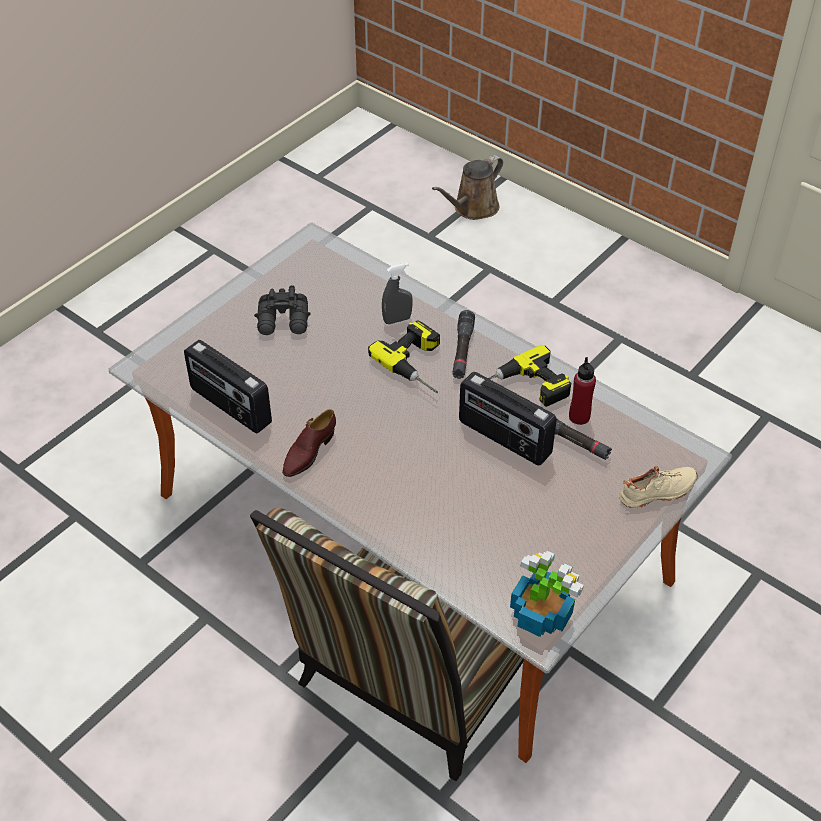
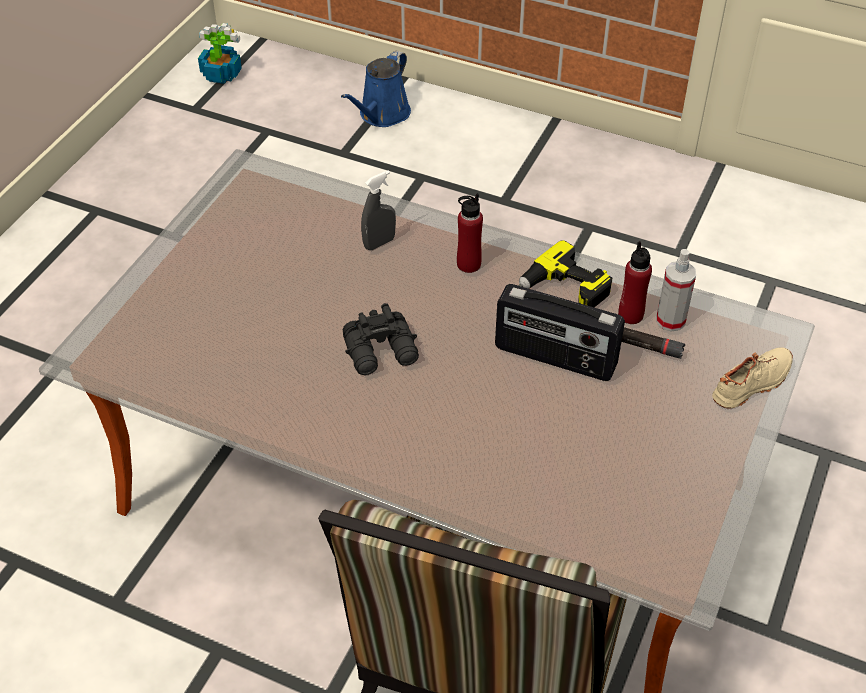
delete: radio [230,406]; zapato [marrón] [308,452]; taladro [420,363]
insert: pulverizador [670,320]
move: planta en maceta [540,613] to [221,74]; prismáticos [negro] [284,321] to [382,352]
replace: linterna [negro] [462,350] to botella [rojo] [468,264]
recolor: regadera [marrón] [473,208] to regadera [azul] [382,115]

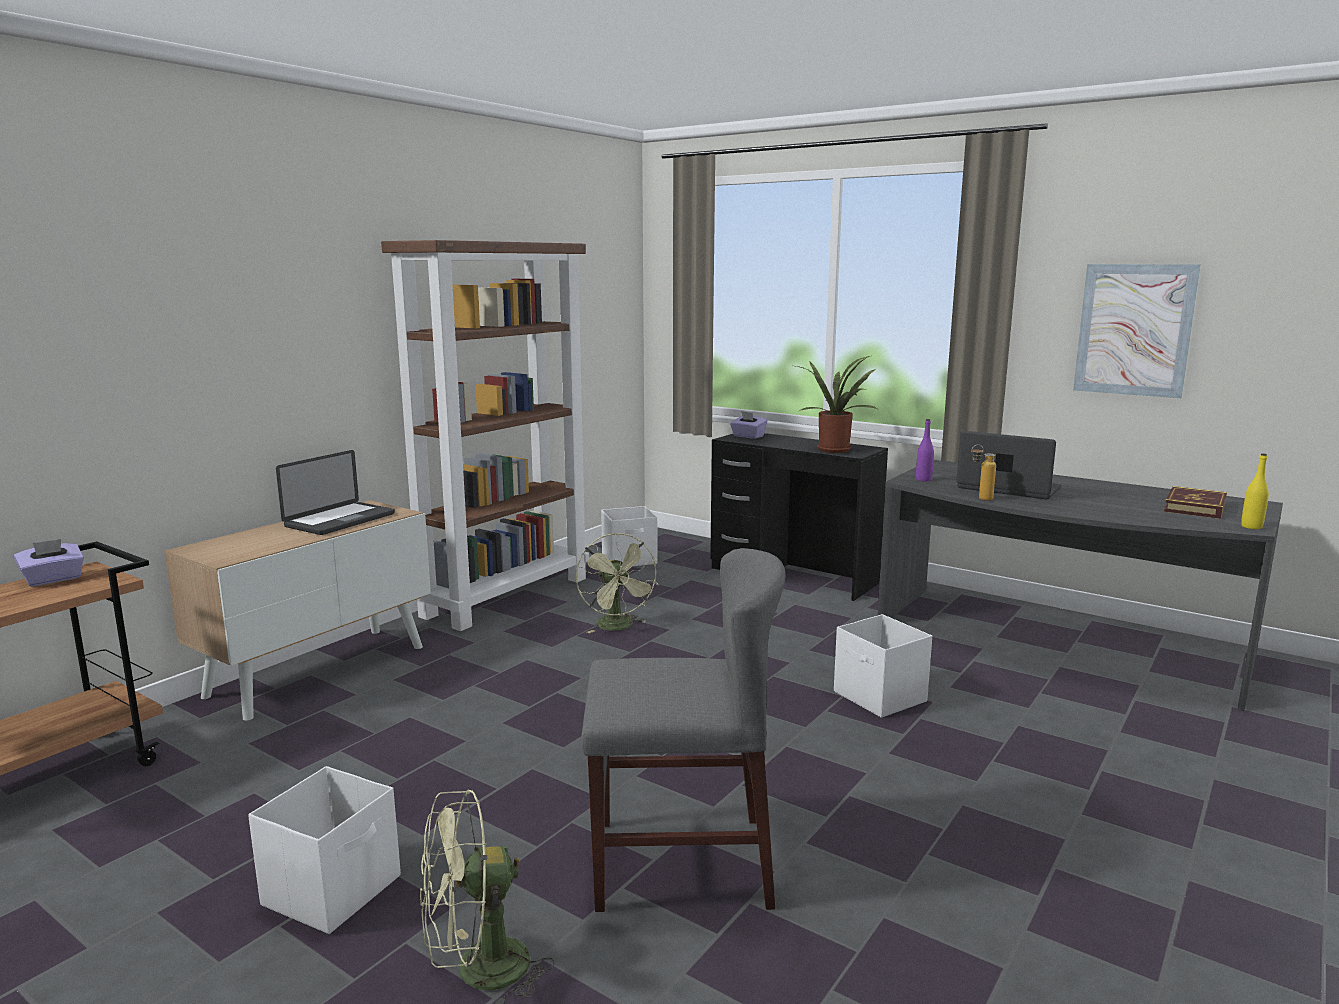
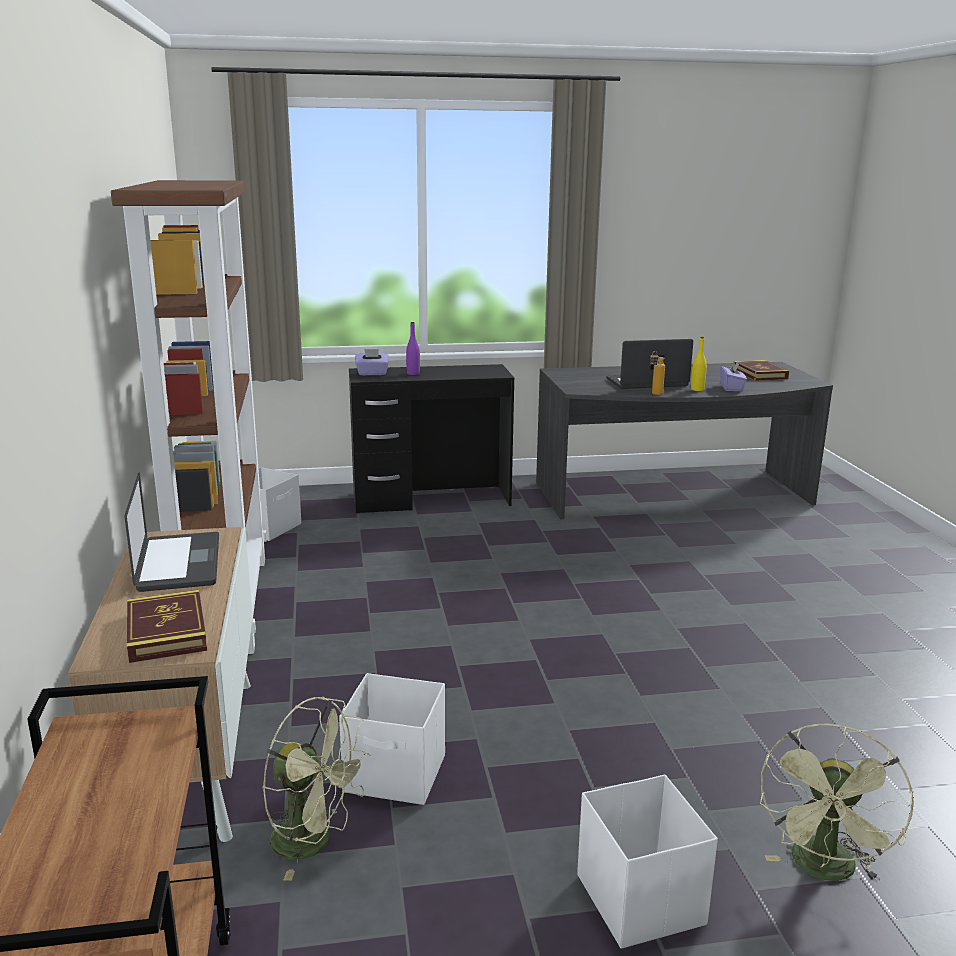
delete: silla [gris] [681,862]; planta en maceta [835,449]; cuadro [1134,330]
insert: libro [166,631]
move: ventilador [verde] [618,627] to [314,842]; caja de almacenaje [blanco] [880,697] to [396,775]; botella [morado] [923,479] to [413,373]; botella [amarillo] [1251,527] to [697,389]; caja de pañuelos [morado] [53,579] to [731,388]

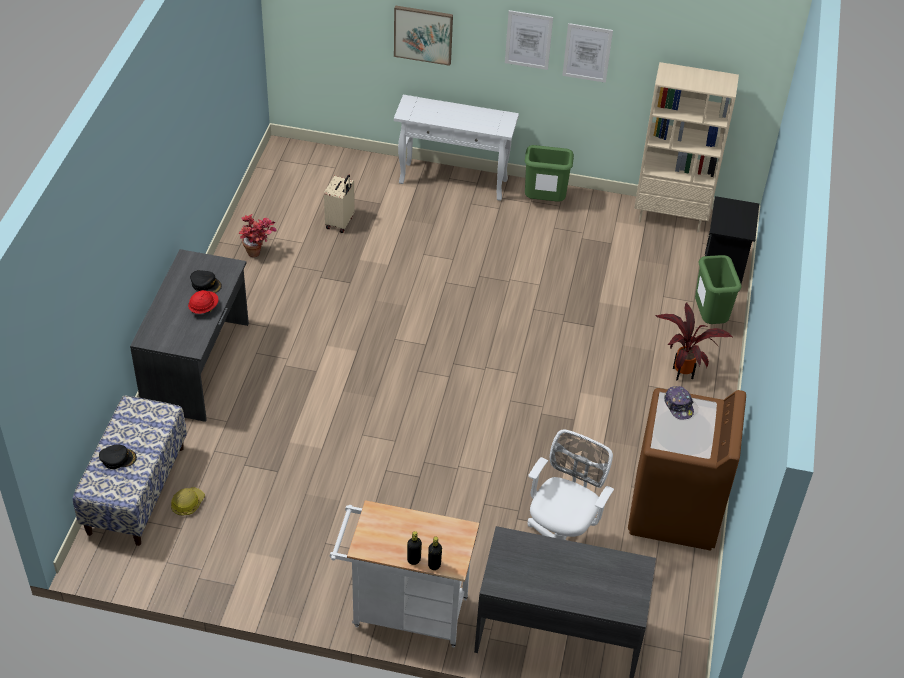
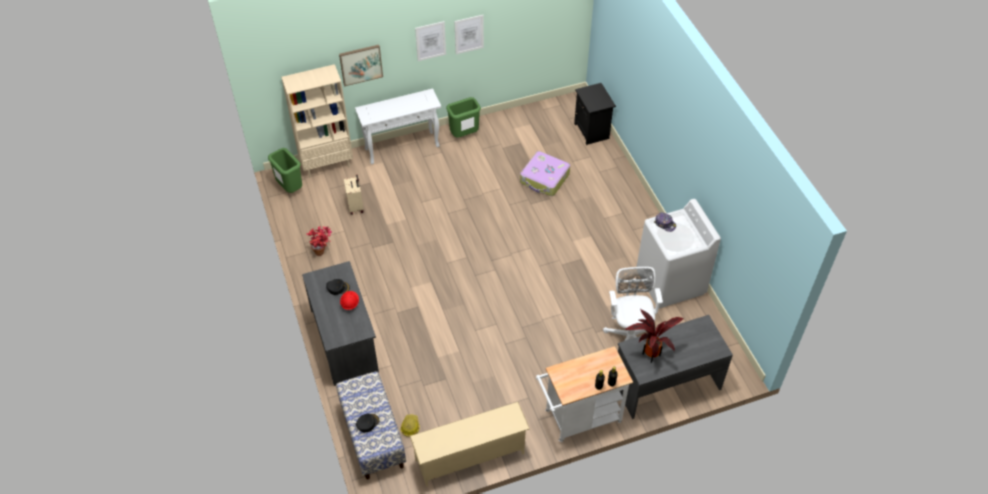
insert: zapatero [beis] [470,457]; maleta [544,179]
move: papelera [verde] [708,318] to [290,188]; estantería [beis] [671,217] to [327,165]; planta en maceta [683,371] to [650,353]
recolor: lavadora [marrón] [675,511] to lavadora [blanco] [670,282]

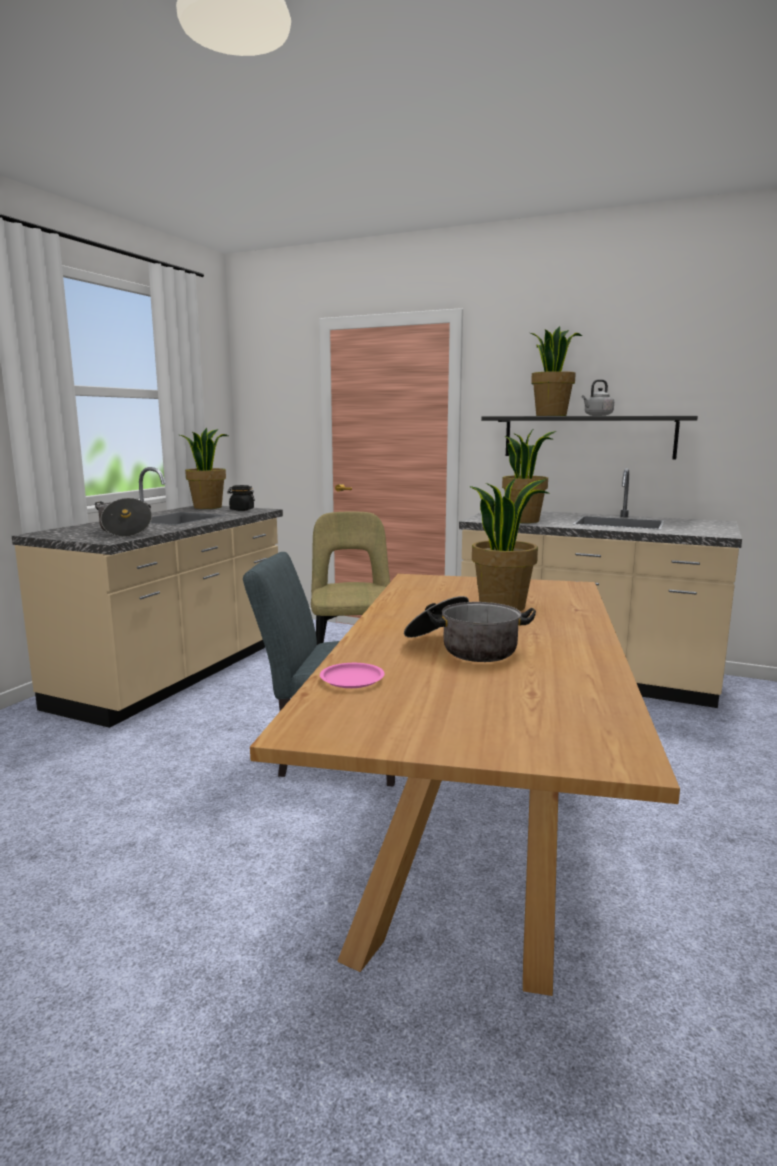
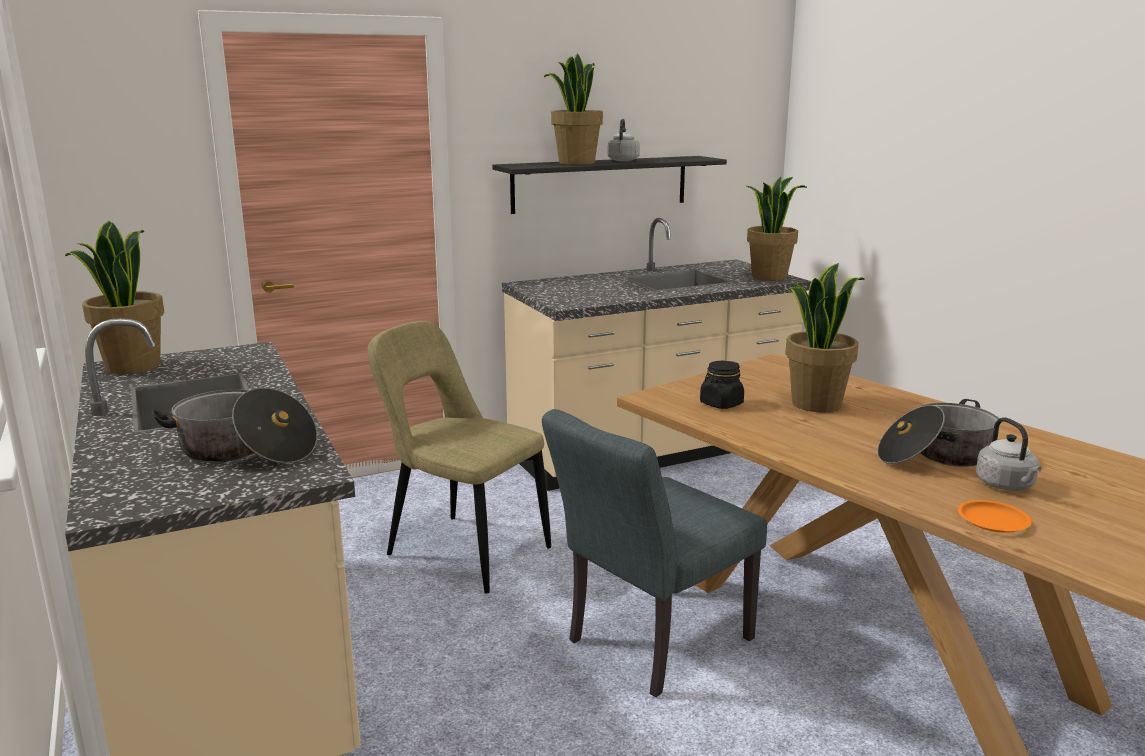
insert: hervidor [gris] [1006,486]
move: tarro [negro] [241,510] to [721,404]; planta en maceta [523,520] to [769,277]
recolor: plato [rosa] [352,679] to plato [naranja] [993,520]

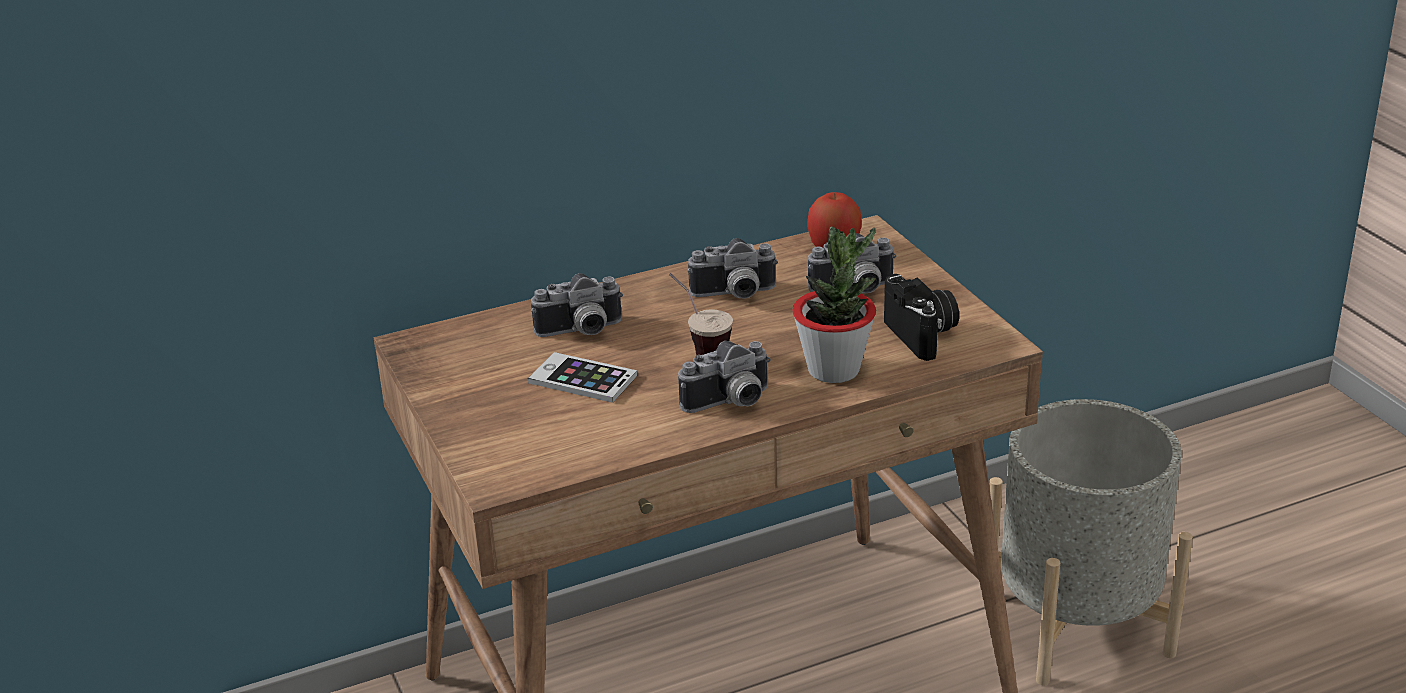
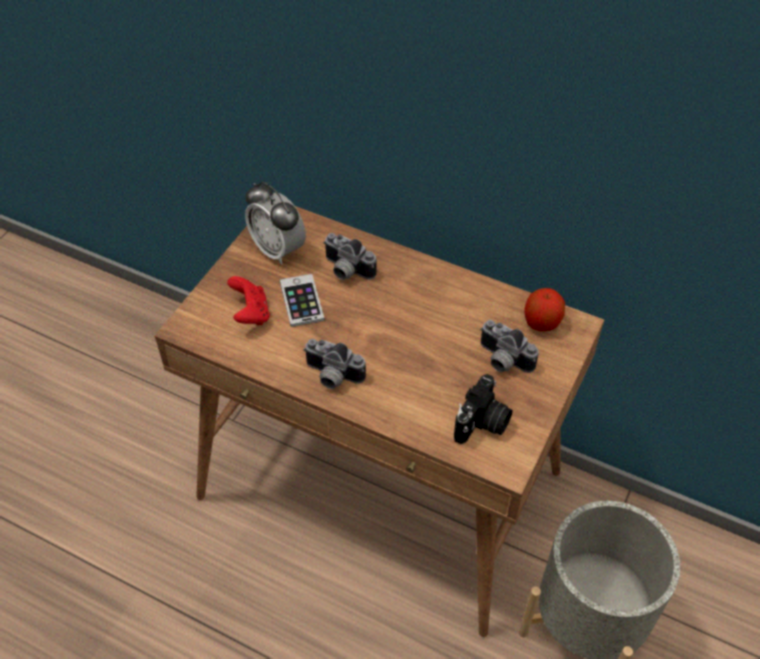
delete: taza [699,351]; cámara [734,295]; planta en maceta [834,370]
insert: mando de consola [rojo] [251,314]; despertador [278,250]

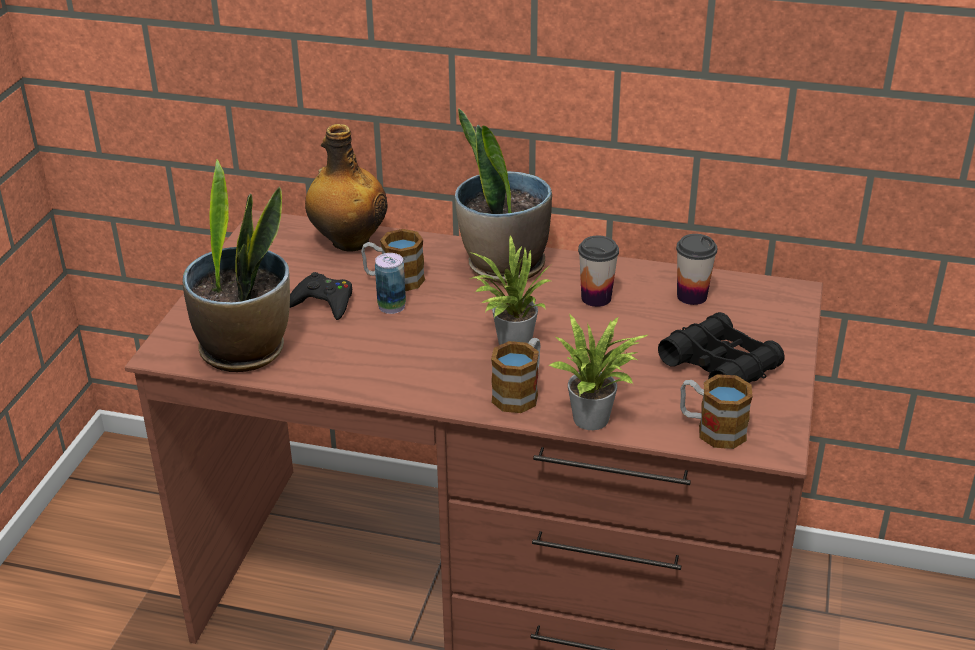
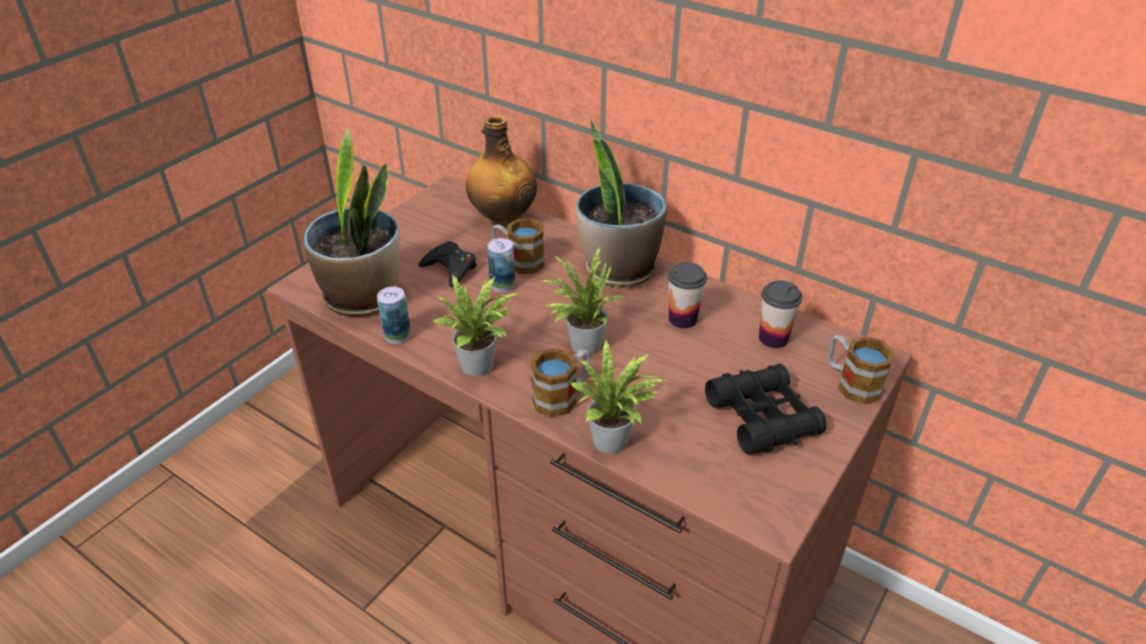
insert: lata [397,335]; planta en maceta [481,365]
move: taza grande [711,429] to [851,383]

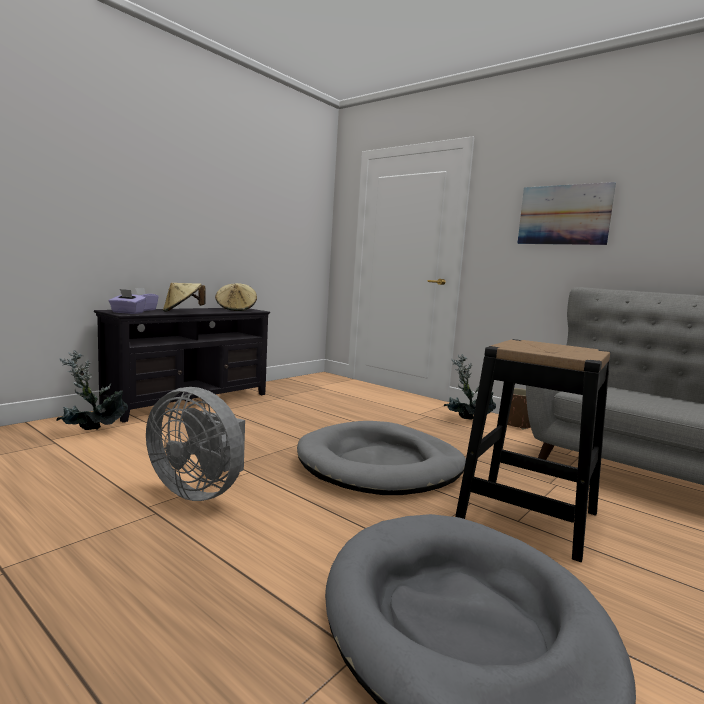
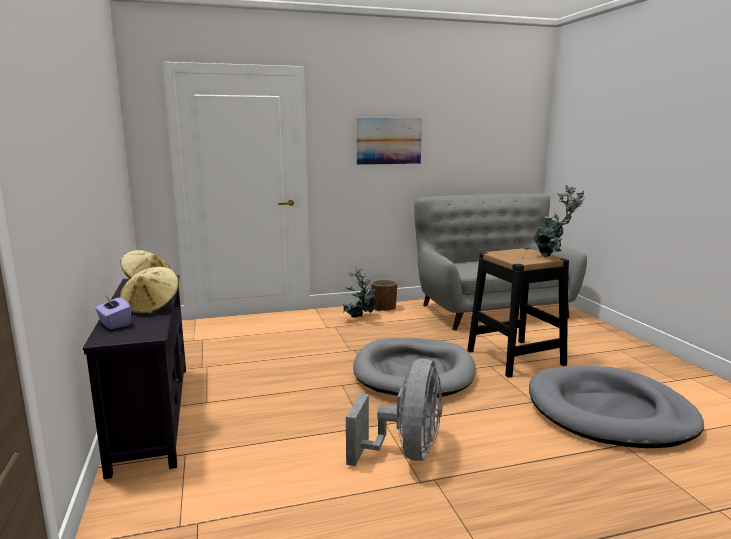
delete: caja de pañuelos [morado] [127,312]
move: planta en maceta [91,432] to [552,257]
rotate: ventilador [gris] [200,490] = [406,452] 45 degrees counterclockwise

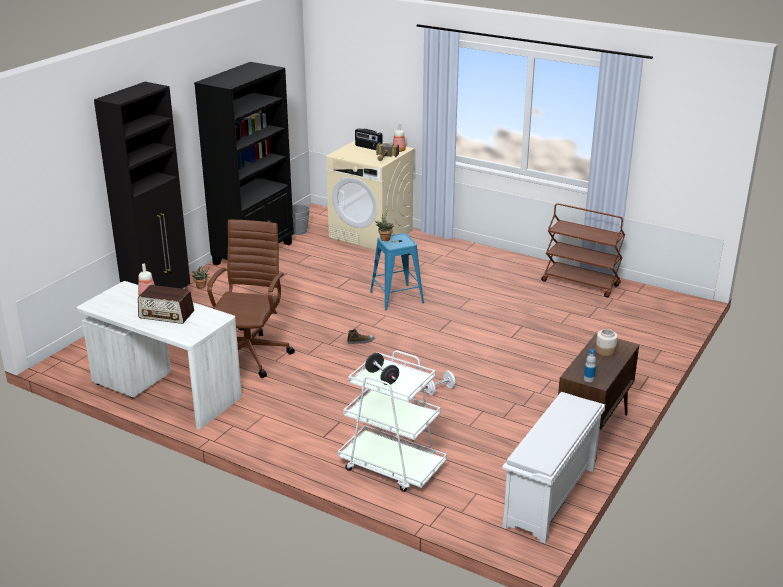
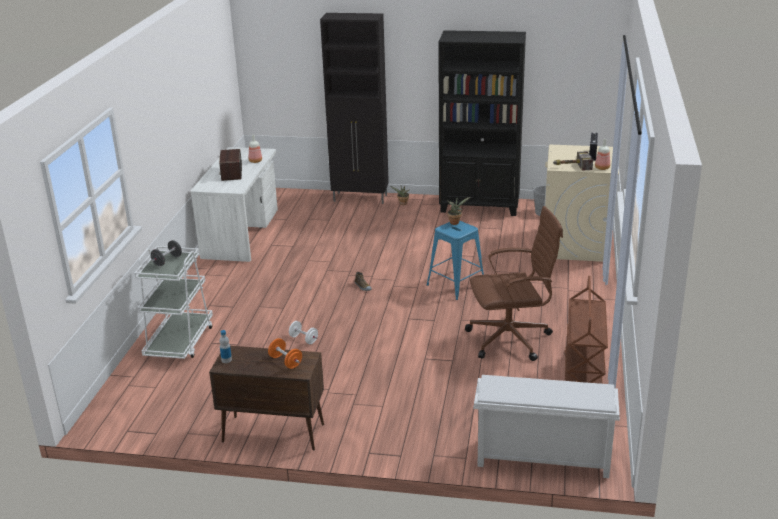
move: silla de oficina [marrón] [250,354] to [511,339]; zapatero [blanco] [550,498] to [541,458]
replace: tarro [605,351] to mancuerna [naranja] [285,362]

